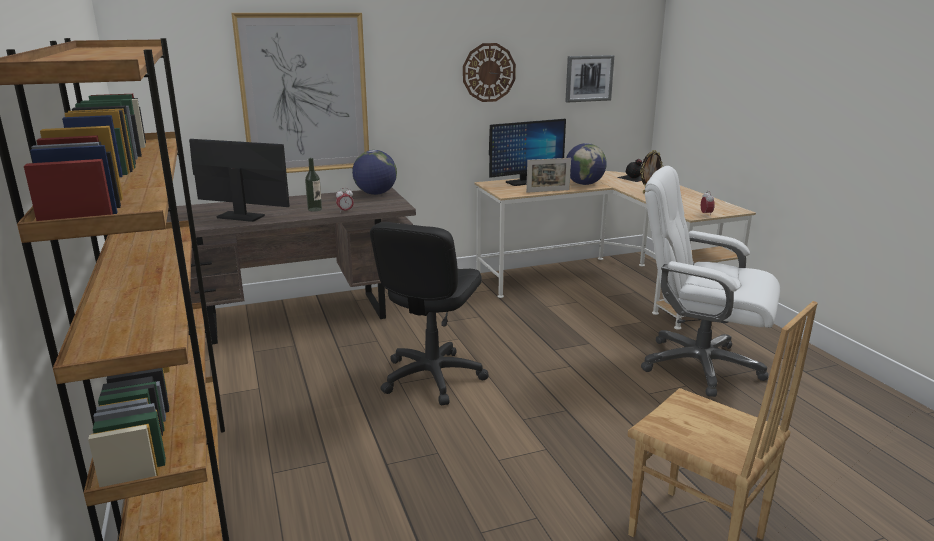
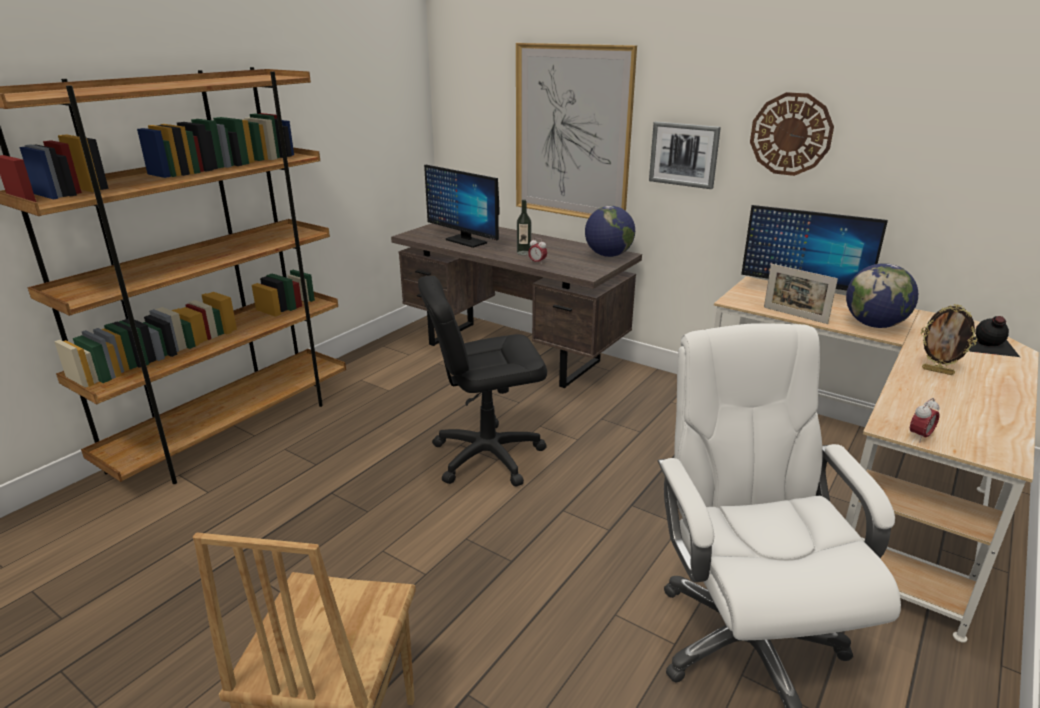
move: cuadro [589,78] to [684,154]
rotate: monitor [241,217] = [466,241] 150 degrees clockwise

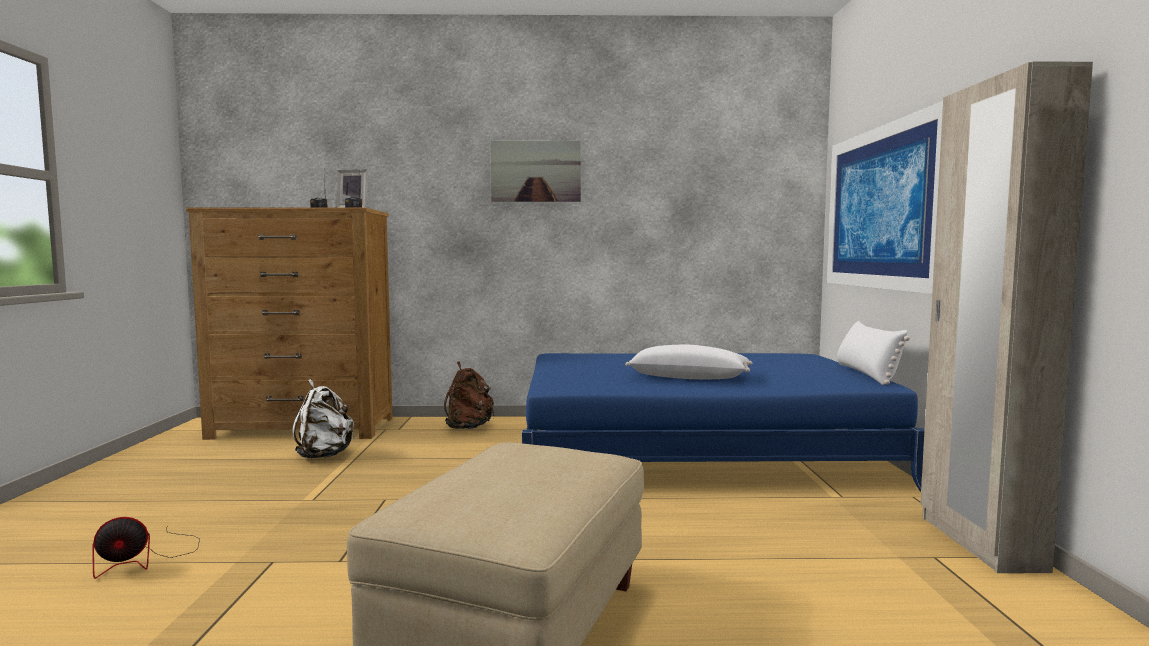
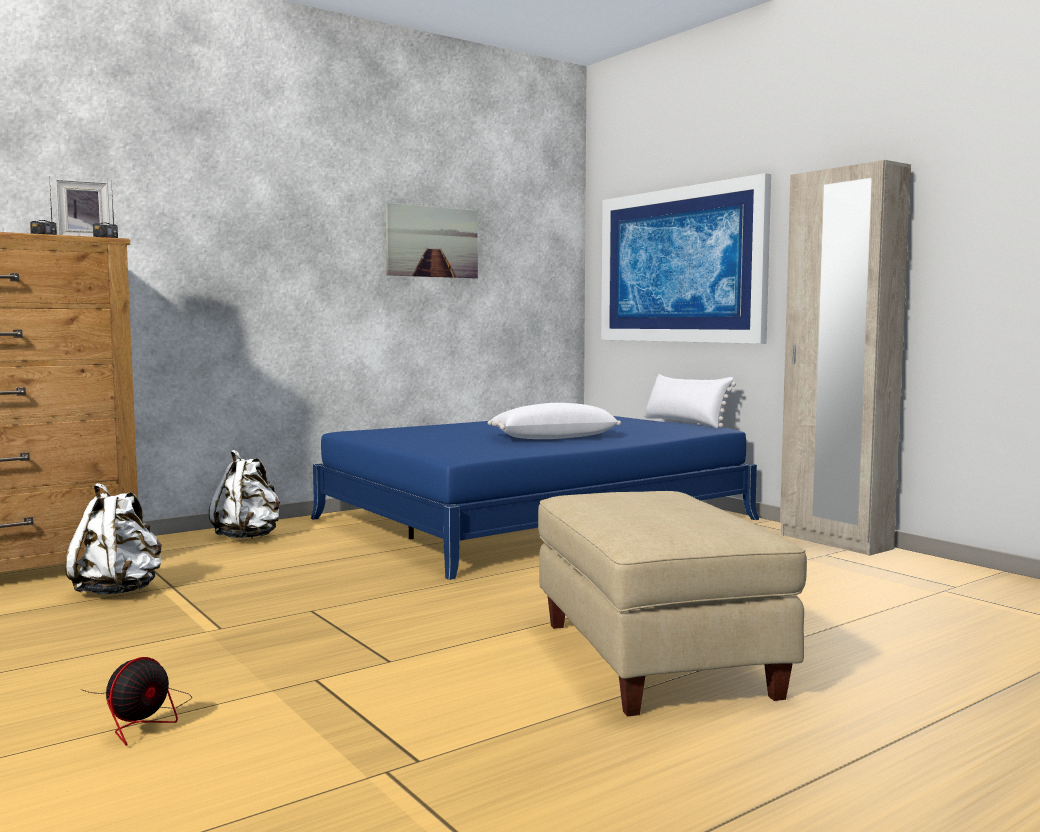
move: cuadro [535,171] to [432,242]
recolor: mochila [marrón] [468,428] to mochila [blanco] [249,537]

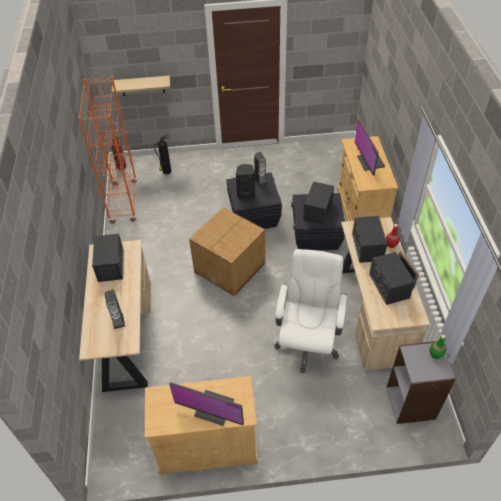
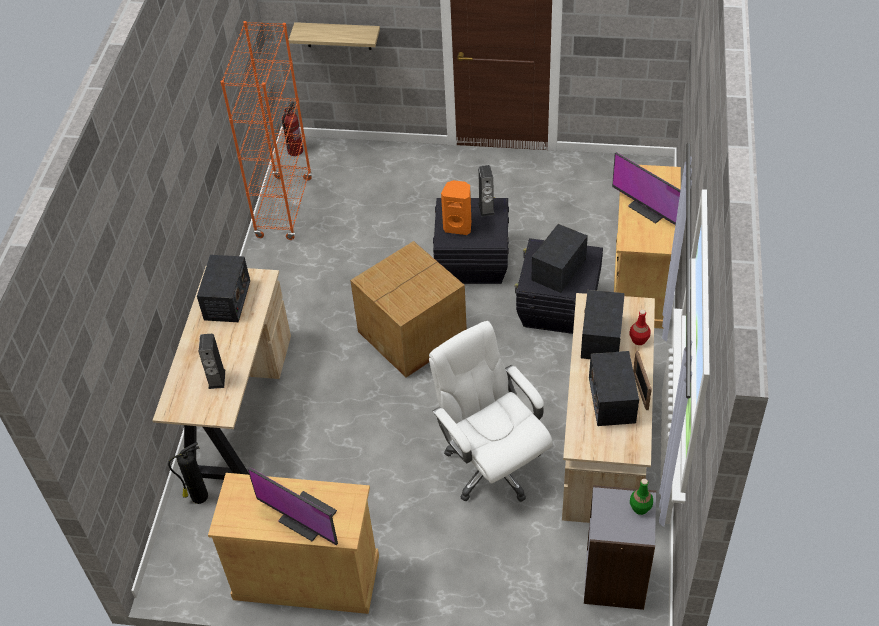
move: extintor [166,172] to [198,497]
recolor: altavoz [negro] [246,194] to altavoz [naranja] [458,226]
rotate: silla de oficina [blanco] [307,343] = [491,465] 60 degrees counterclockwise; monitor [369,162] = [651,207] 45 degrees counterclockwise

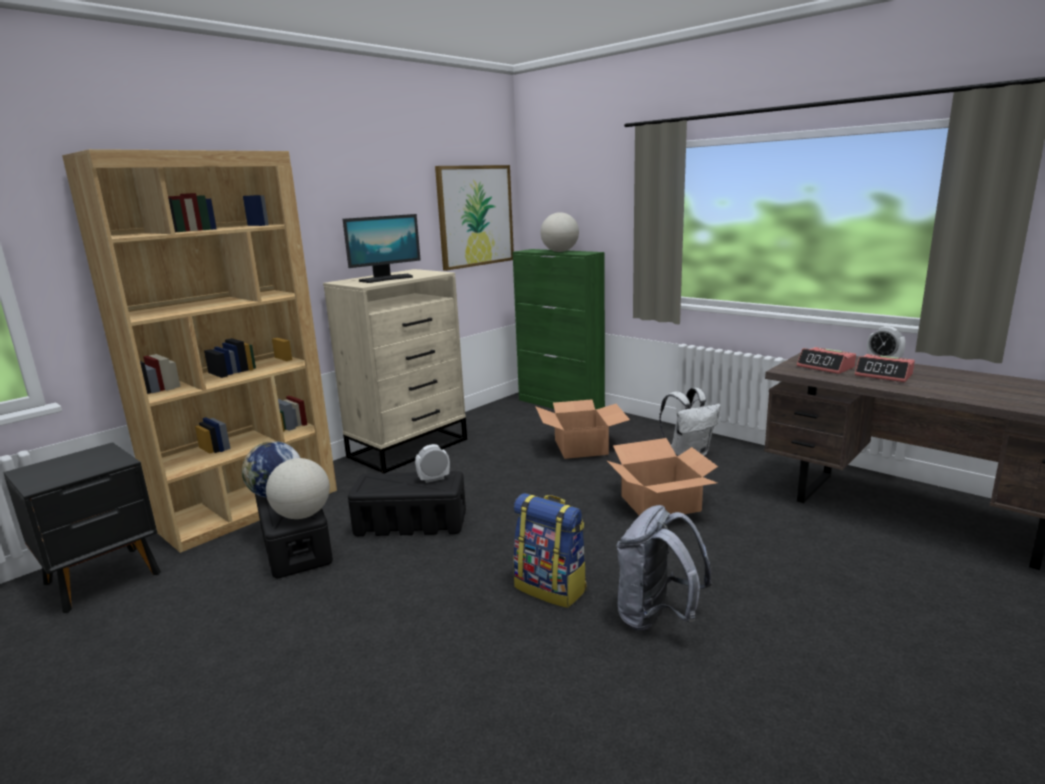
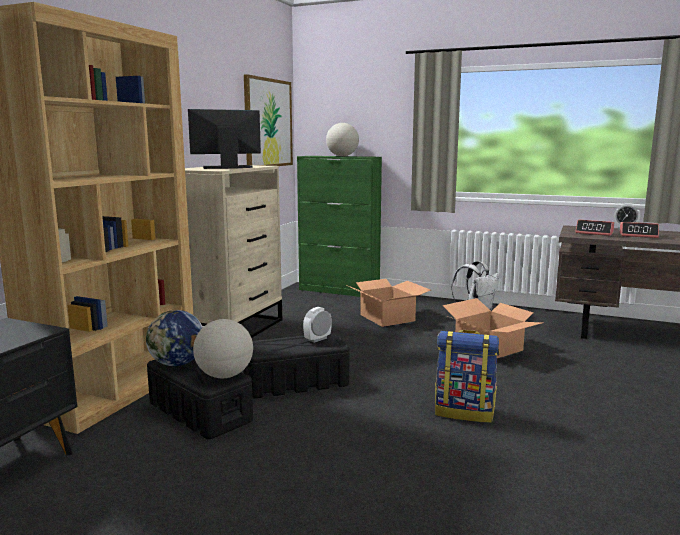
delete: mochila [gris] [657,618]
rotate: monitor [386,279] = [227,168] 150 degrees counterclockwise

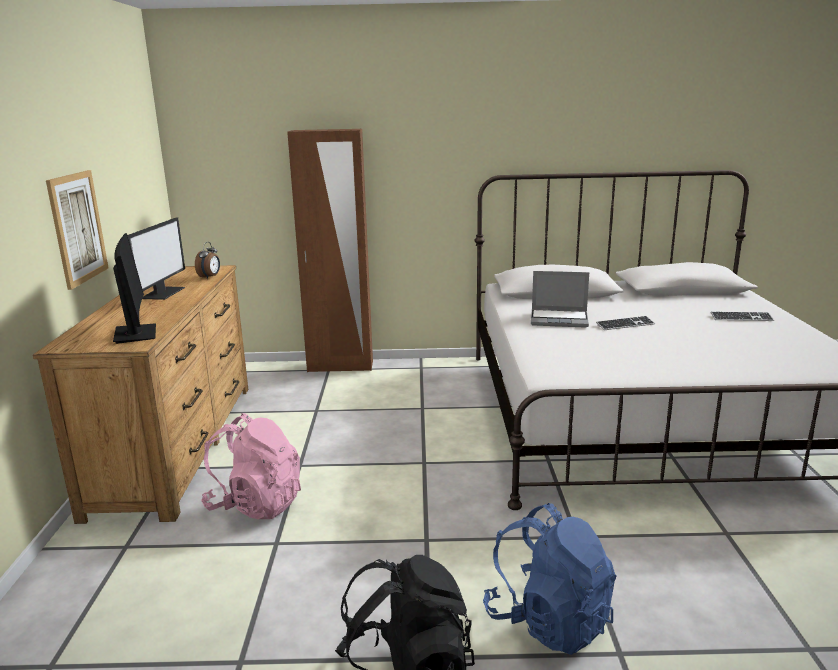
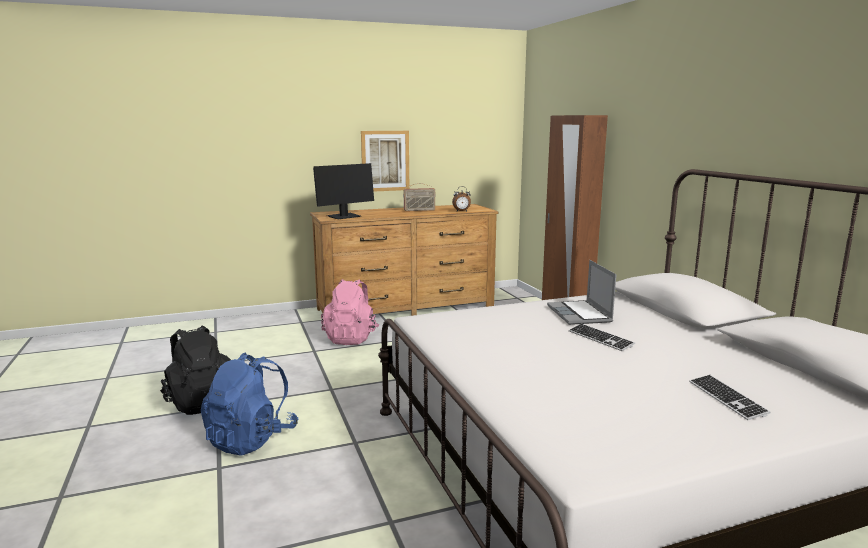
replace: monitor [162,293] to radio [419,210]

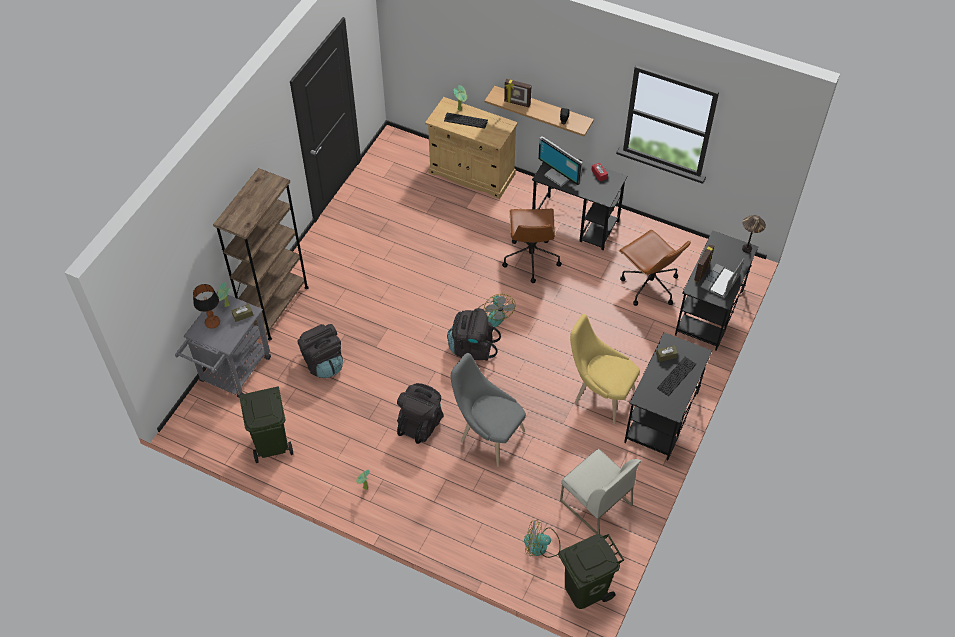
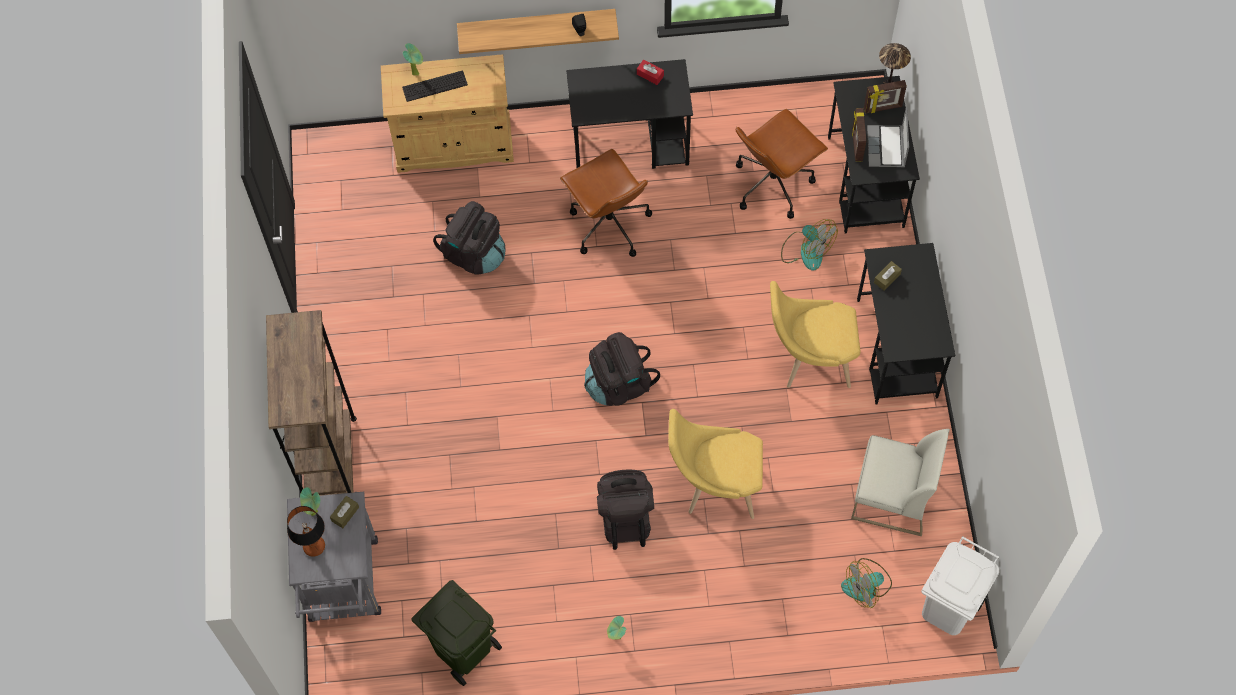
delete: monitor [559,175]; teclado [676,376]
move: mochila [negro] [323,362] to [474,254]; ventilador [494,314] to [806,250]; portarretratos [517,103] to [883,108]
recolor: silla [gris] [488,435] to silla [amarillo] [715,485]; papelera [verde] [585,589] to papelera [blanco] [947,608]
rotate: silla de oficina [marrón] [649,285] = [773,183] 120 degrees clockwise

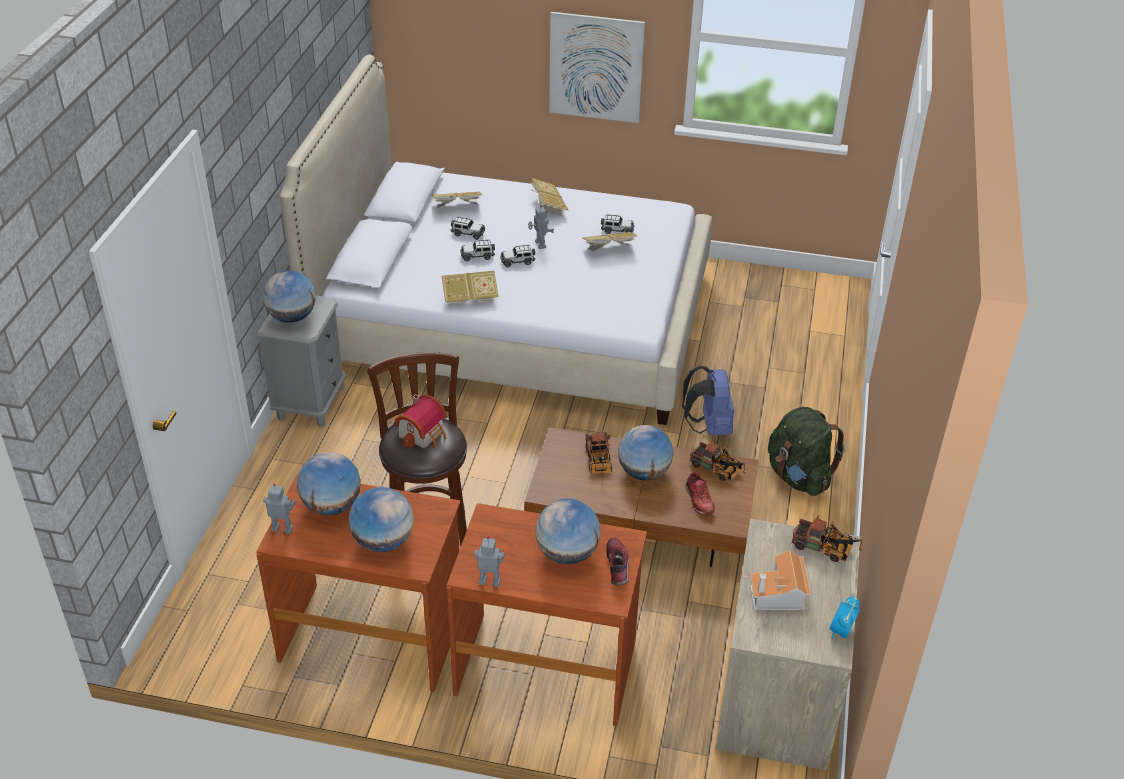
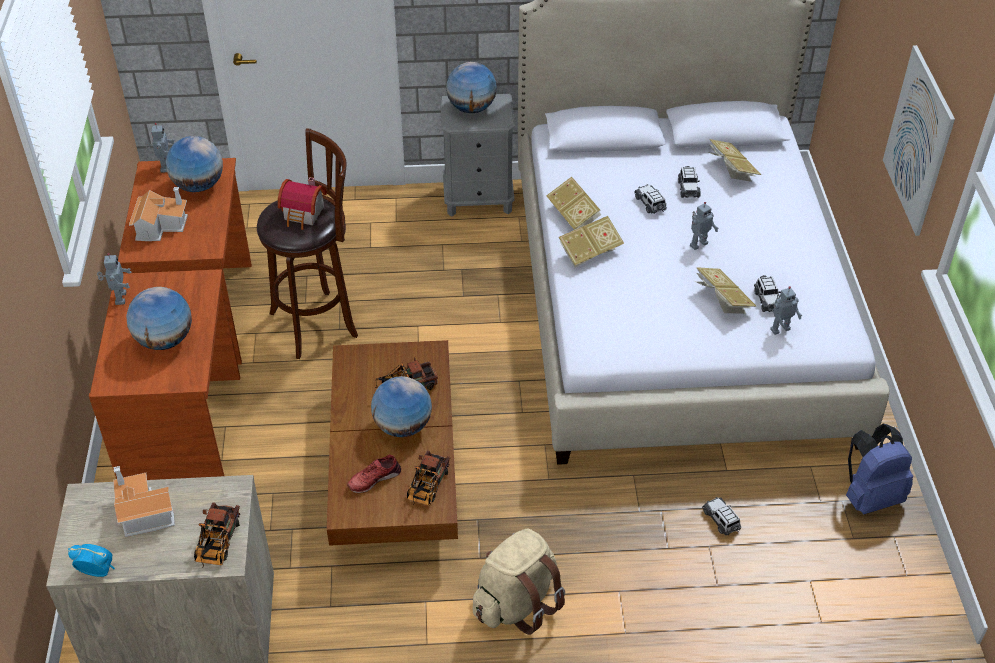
delete: zapato [618,565]
insert: robot de juguete [779,328]
move: libro [548,207] to [589,252]; coche de juguete [517,261] to [721,520]; mochila [azul] [708,427] to [870,496]
replace: globo terráqueo [383,541] to casita [161,225]
recolor: mochila [verde] [798,477] to mochila [beis] [516,603]

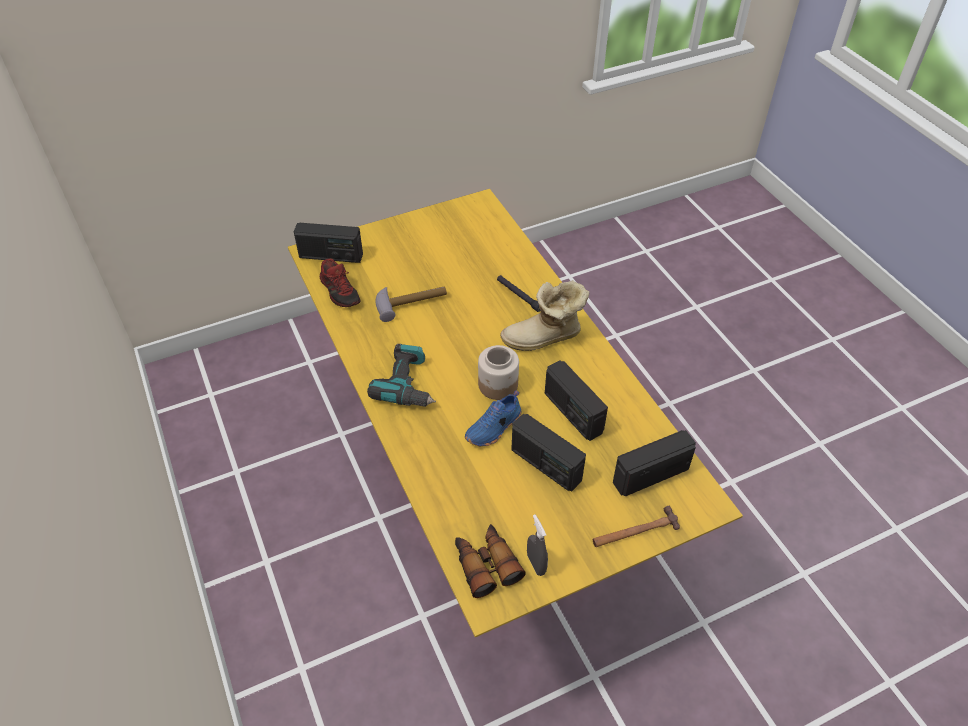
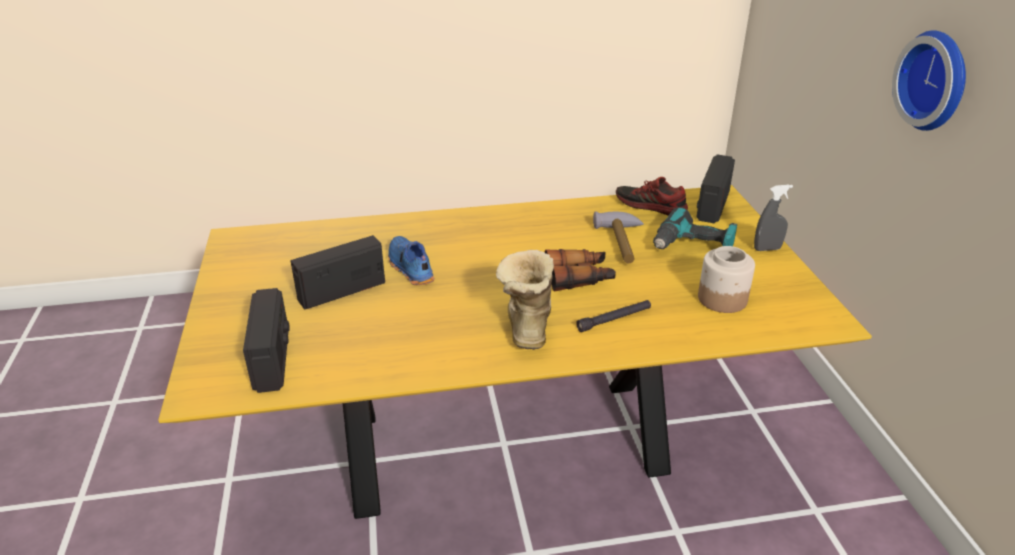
delete: radio [572,413]; martillo [634,531]
insert: reloj de pared [936,80]
move: prismáticos [486,564] to [579,278]; taladro [408,384] to [693,246]; tarro [498,385] to [721,299]; pulverizador [gris] [536,564] to [767,249]
rotate: zapato [341,291] = [650,206] 45 degrees clockwise

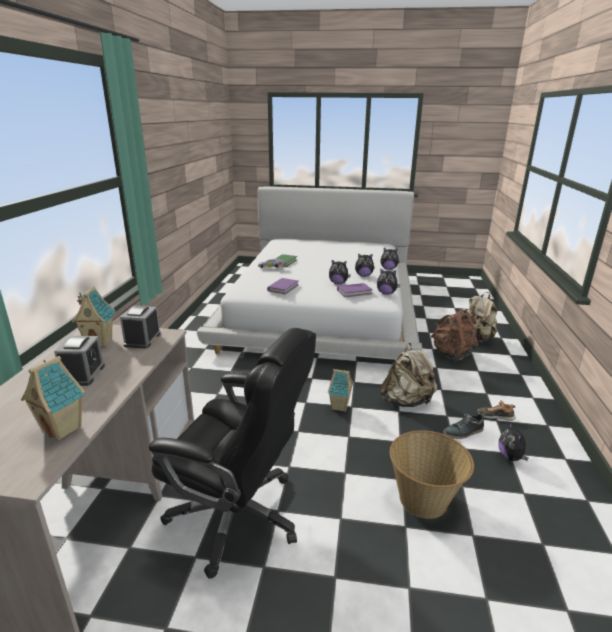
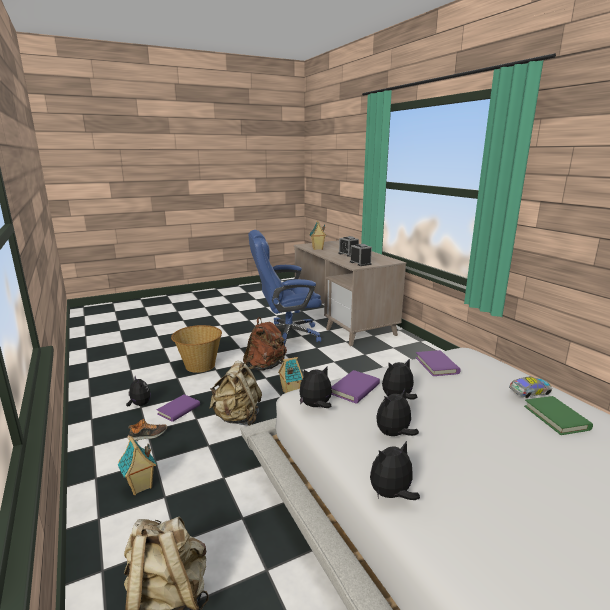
move: casita [100,342] to [140,487]; mochila [marrón] [451,354] to [265,367]
replace: zapato [463,432] to libro [morado] [179,410]
recolor: silla de oficina [negro] [238,516] to silla de oficina [azul] [286,335]

